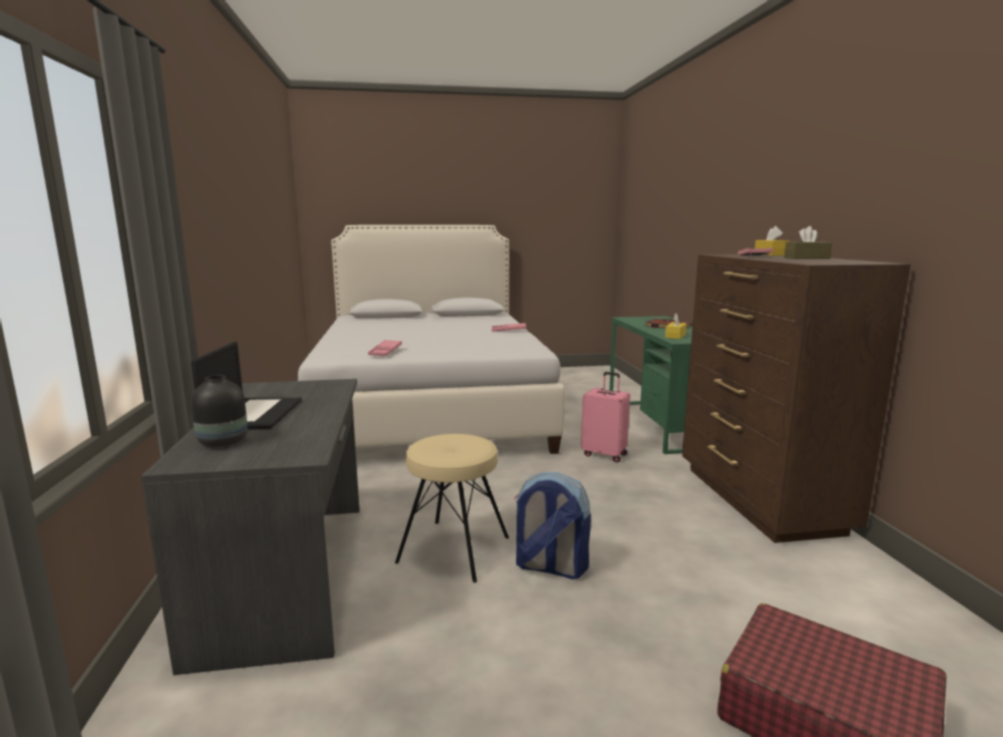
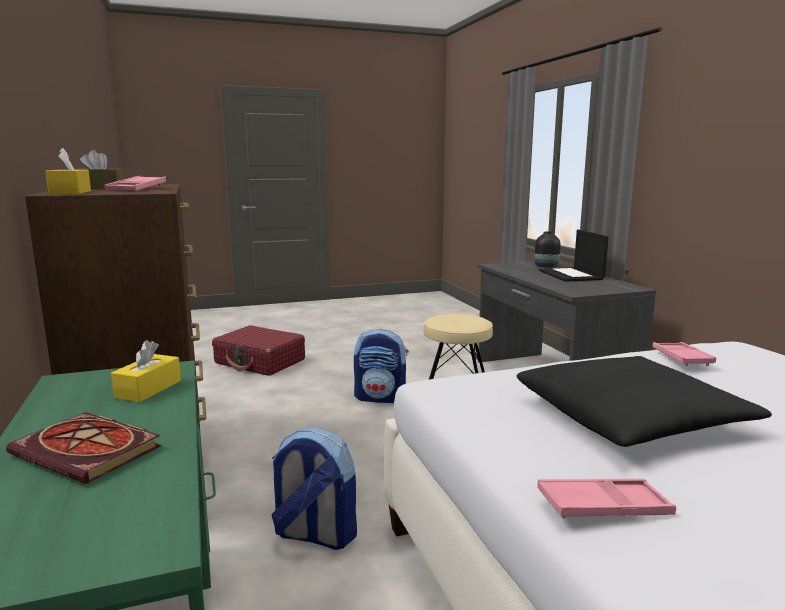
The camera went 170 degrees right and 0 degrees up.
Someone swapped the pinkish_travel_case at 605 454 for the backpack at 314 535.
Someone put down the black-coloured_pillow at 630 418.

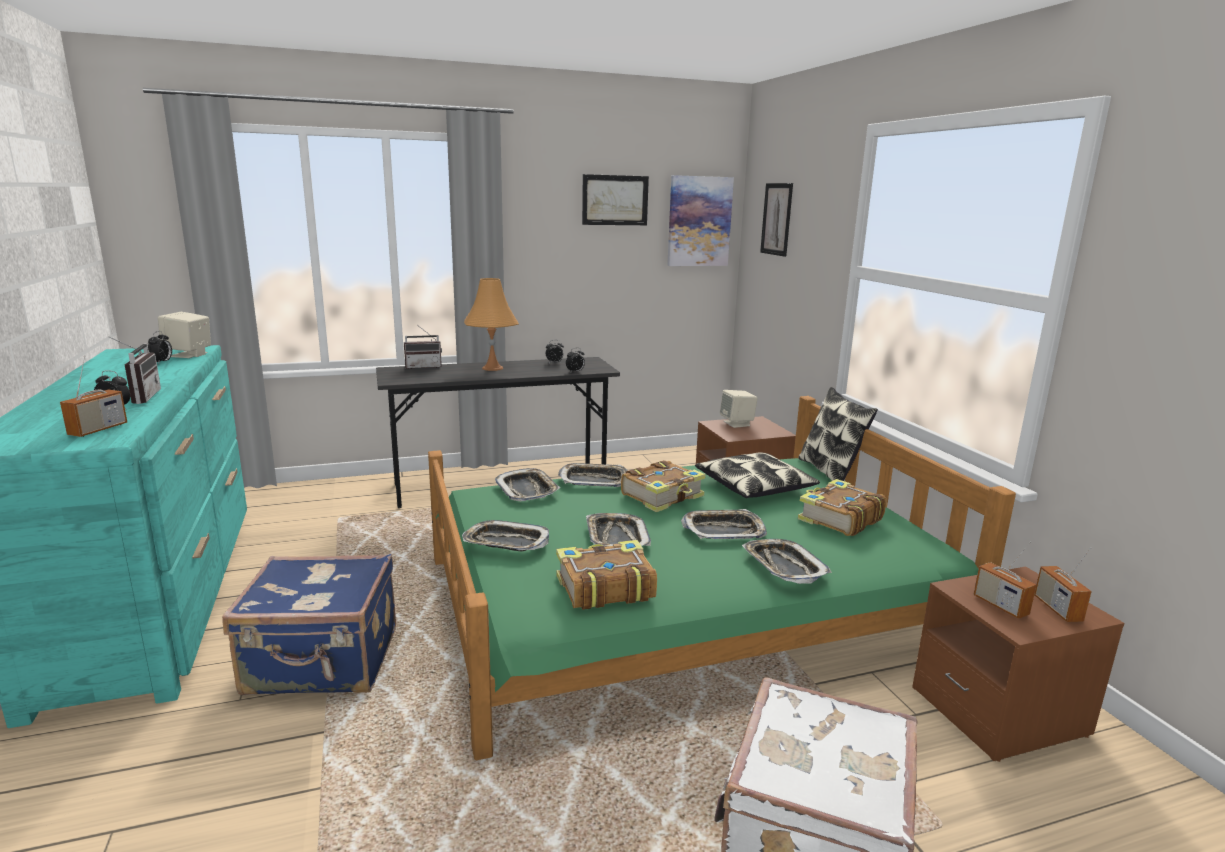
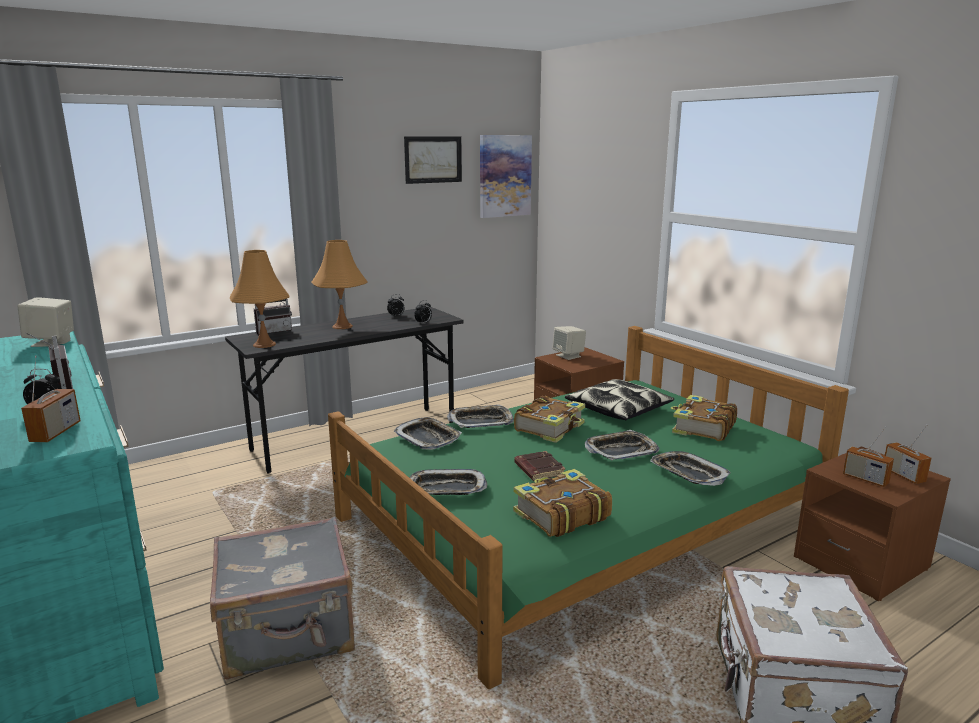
The camera went 15 degrees left and 0 degrees up.
Someone repainted the bluish_travel_case at 323 663, which became the grey_travel_case at 288 633.
Someone put down the orange-coloured_lamp_for_a_table at 264 344.
Someone swapped the carrying_tray at 616 537 for the brown-coloured_volume at 538 470.
Someone took away the table_clock at 162 362.
Someone took away the wall_picture at 776 219.
Someone took away the pillow at 830 472.

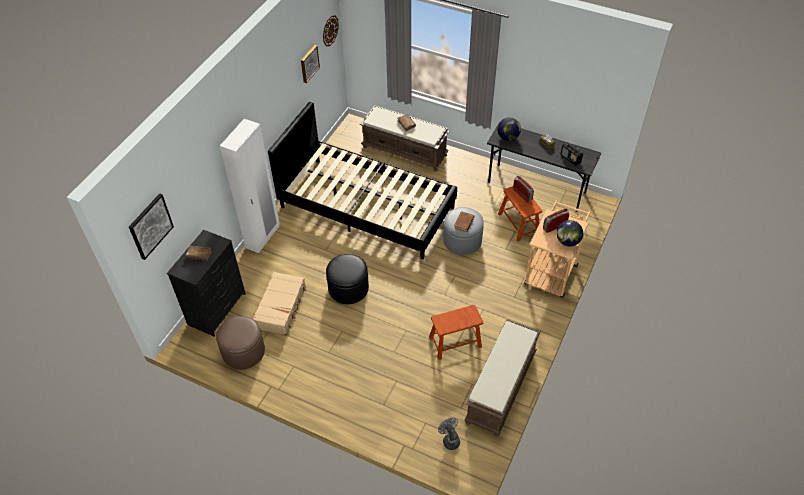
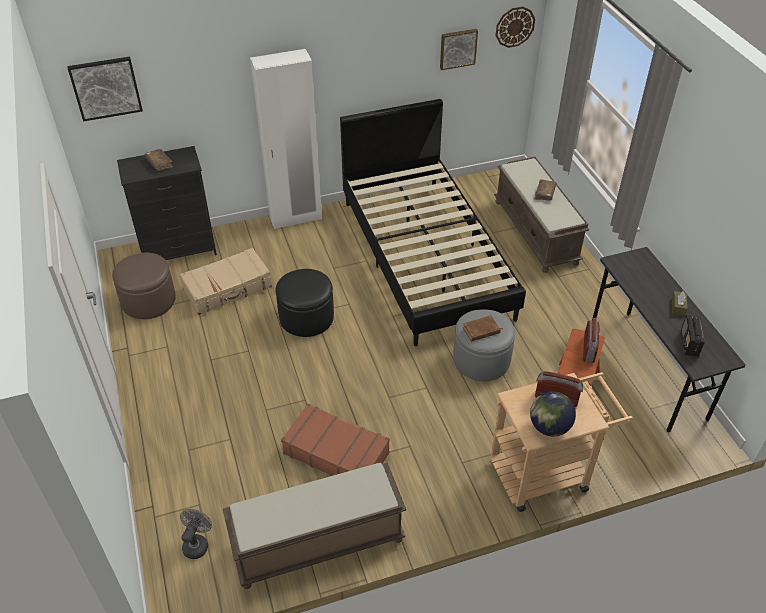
The camera went 45 degrees right and 5 degrees down.
Someone swapped the brown-coloured_sitting_stool at 455 342 for the brown-coloured_travel_case at 336 452.
Someone took away the world_globe at 508 137.

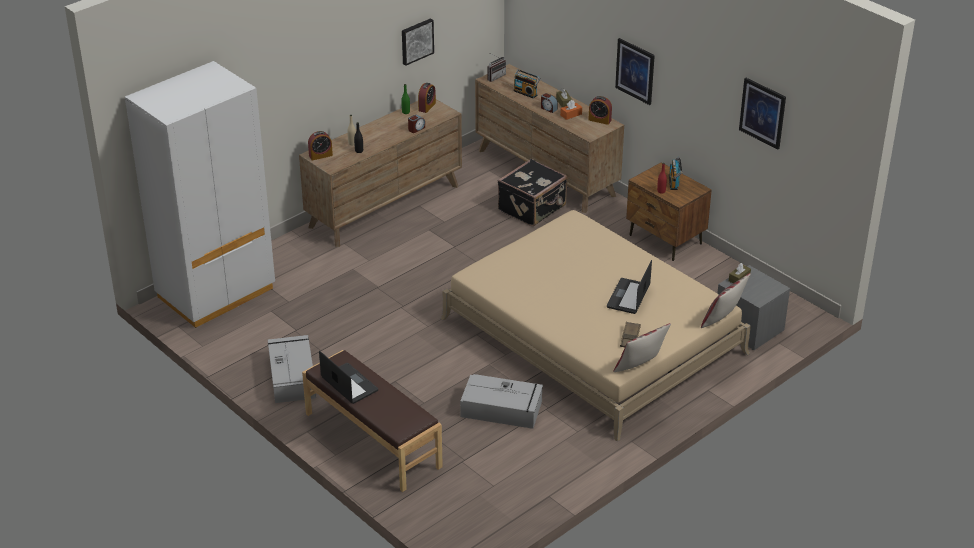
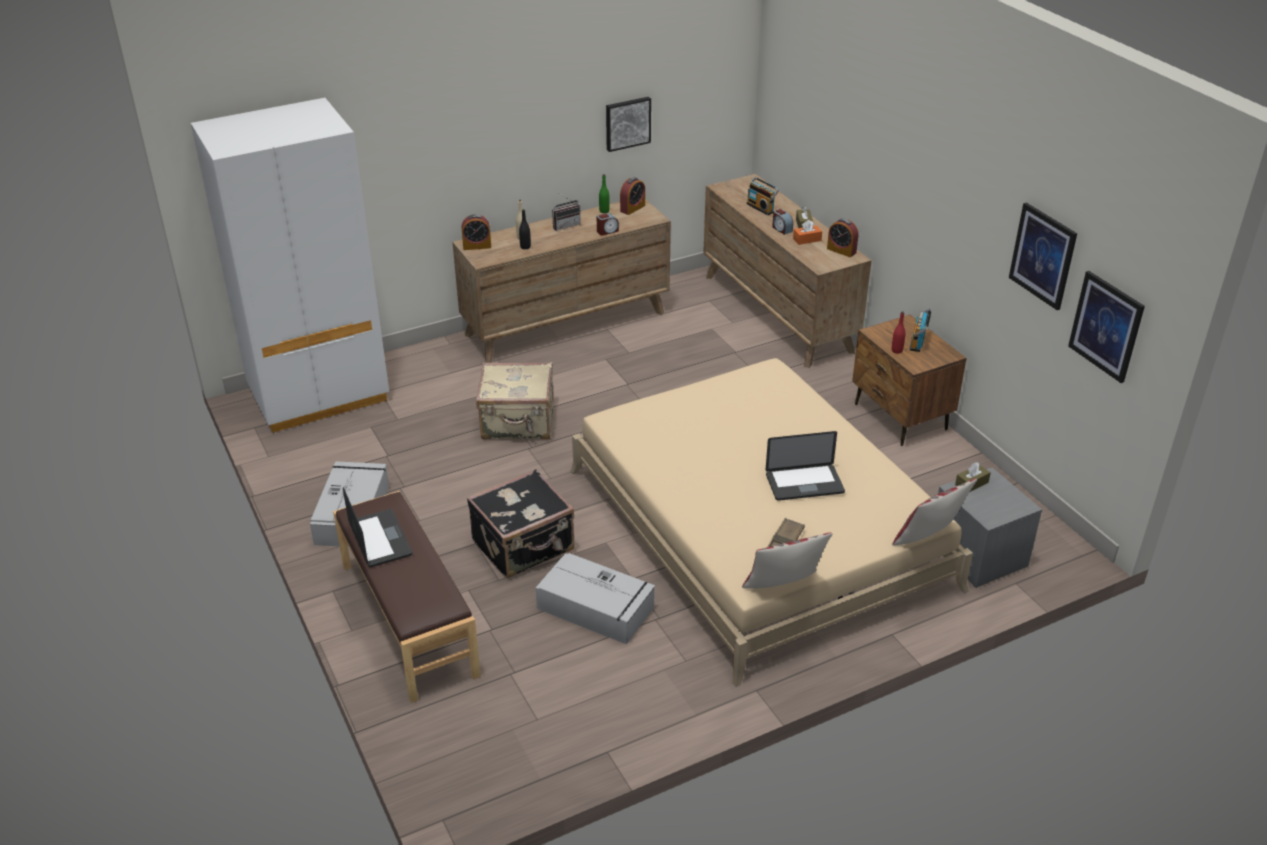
The camera went 15 degrees right and 0 degrees up.
Someone carried the black-coloured_travel_case from 533 208 to 524 546.
Someone put down the beige_travel_case at 518 423.
Someone carried the radio from 495 76 to 565 225.
Someone rotated the portable_computer at 628 297 by 135 degrees counterclockwise.
Someone carried the wall_picture from 635 71 to 1106 326.

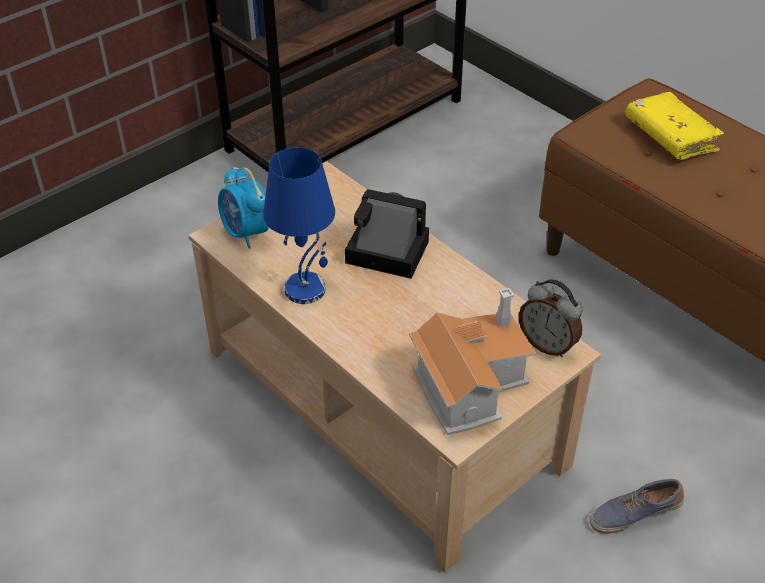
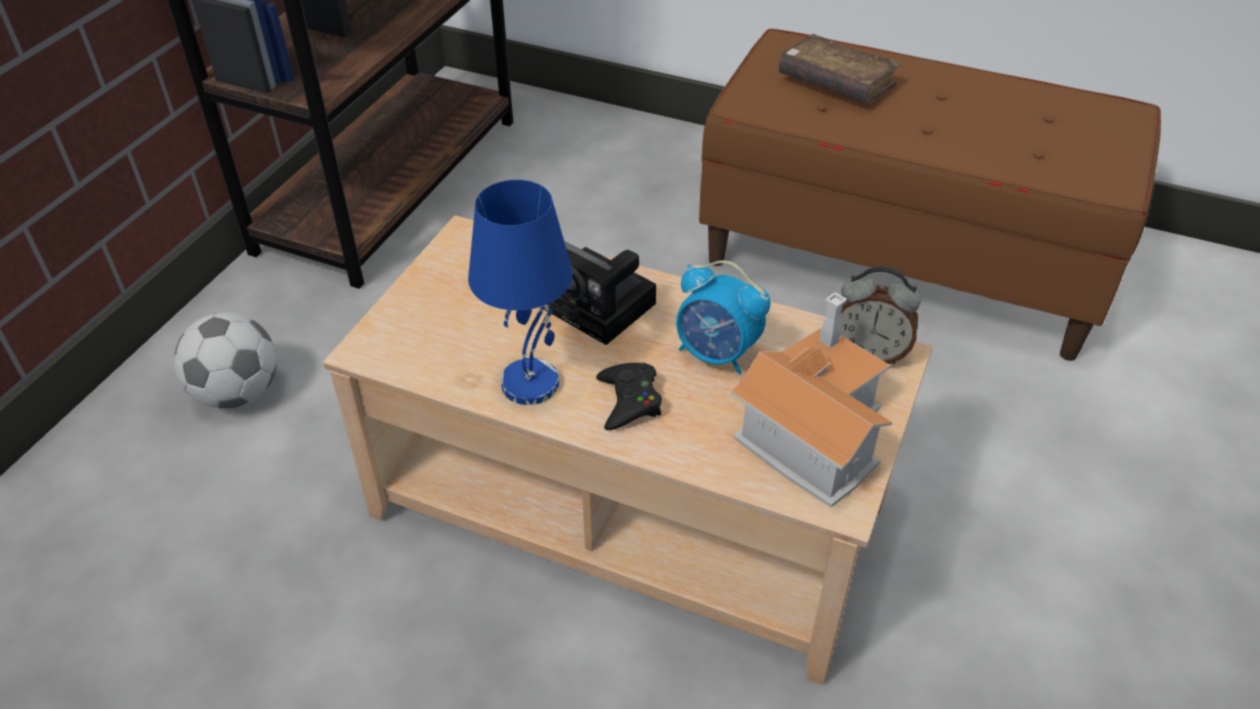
The camera went 25 degrees left and 0 degrees up.
Someone put down the ball_for_football at 238 393.
Someone rotated the photo_camera at 383 252 by 135 degrees counterclockwise.
Someone put down the black-coloured_game_controller at 629 401.
Someone carried the table_clock from 246 233 to 717 354.
Someone repainted the yellow_volume at 670 136, which became the brown-coloured_volume at 836 83.
Someone took away the low_shoe at 634 513.

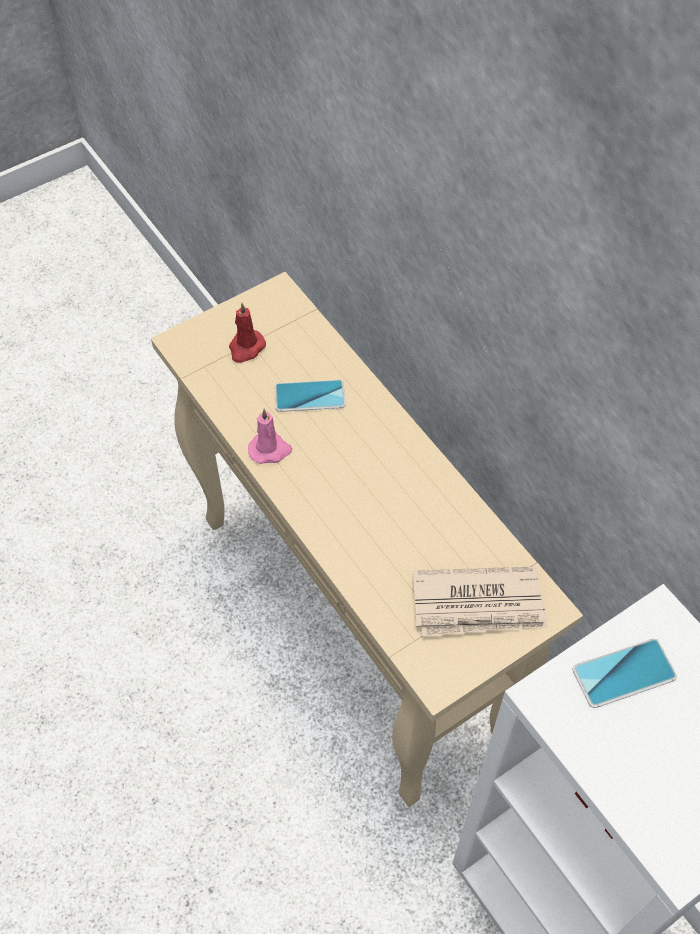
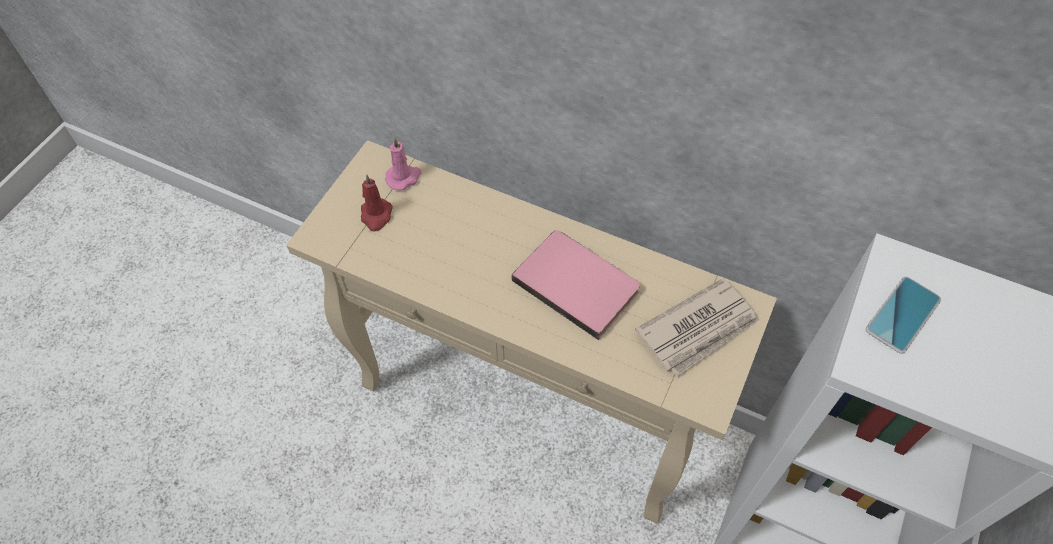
The camera went 30 degrees left and 0 degrees up.
Someone carried the pinkish_wax_candle from 270 450 to 404 177.
Someone put down the pinkish_volume at 578 283.
Someone took away the handset at 309 396.

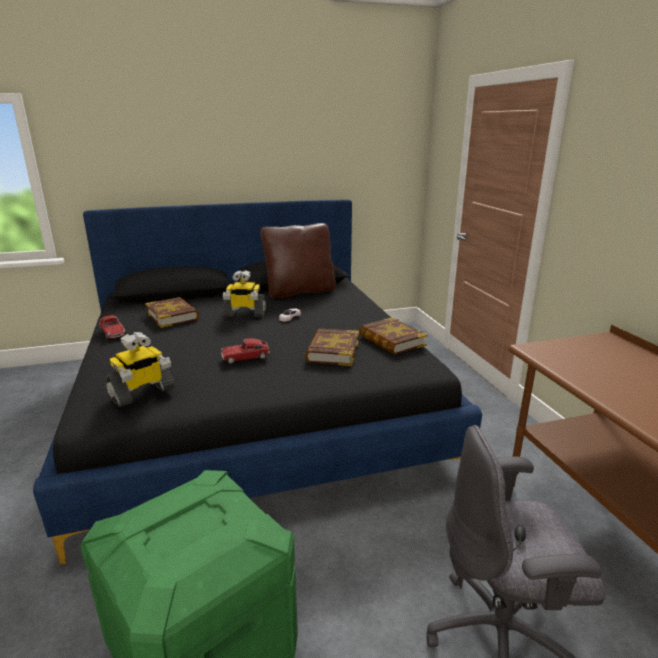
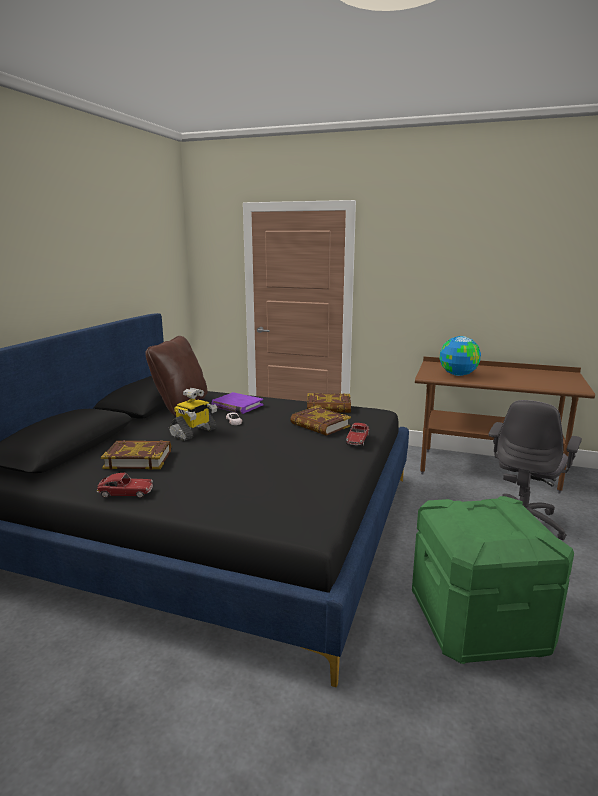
The camera went 55 degrees left and 5 degrees down.
Someone put down the purplish_volume at 237 405.
Someone carried the miniature_car from 245 357 to 357 440.
Someone put down the world_globe at 457 374.
Someone took away the robot_figure at 142 393.

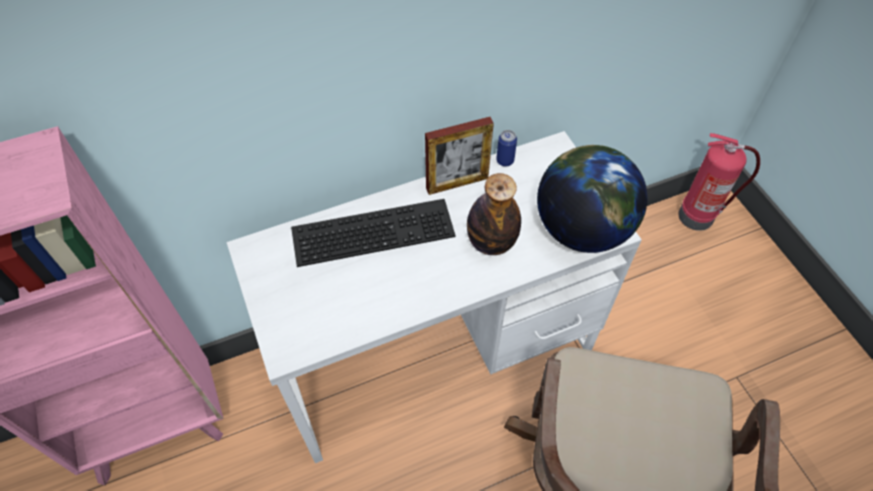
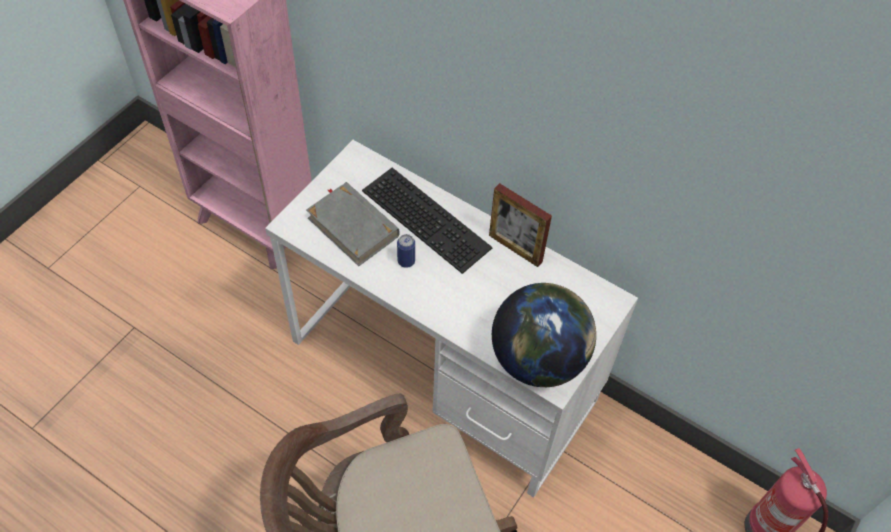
The camera went 55 degrees right and 0 degrees up.
Someone put down the grey_volume at 353 226.
Someone carried the sealed_can from 505 161 to 406 261.
Someone took away the beverage_bottle at 491 242.

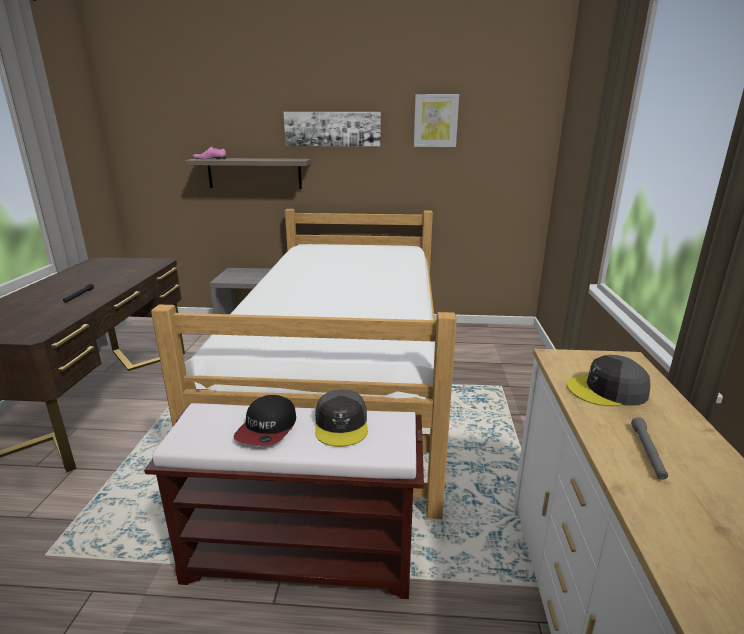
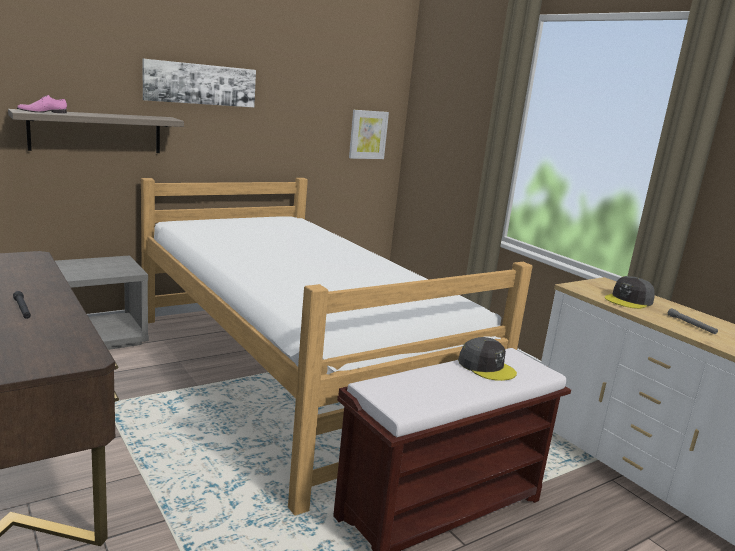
The camera went 40 degrees left and 5 degrees down.
Someone carried the wall_picture from 435 121 to 368 134.
Someone took away the baseball_cap at 267 429.

